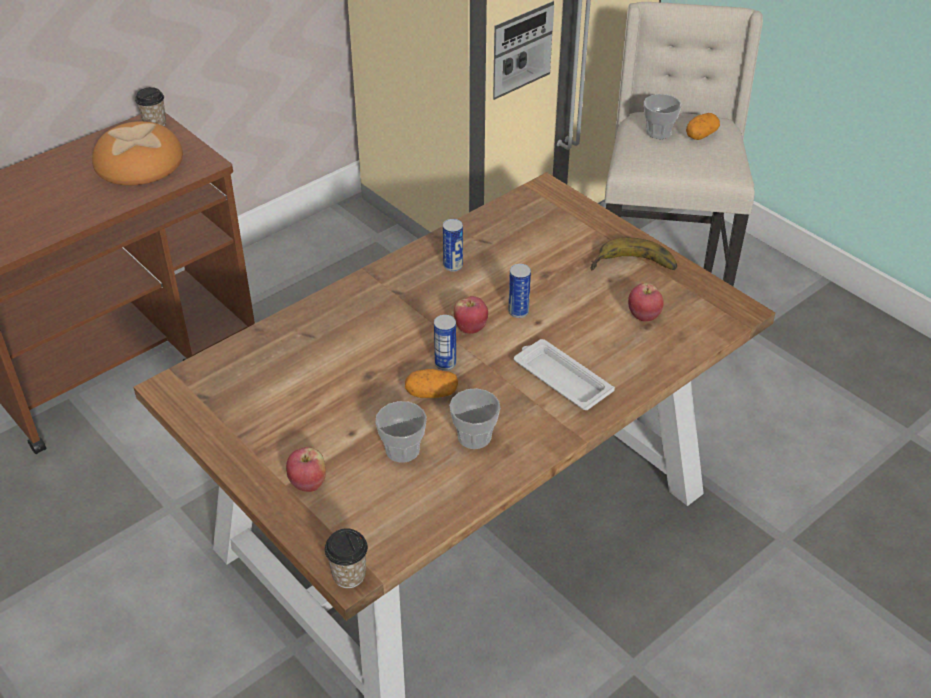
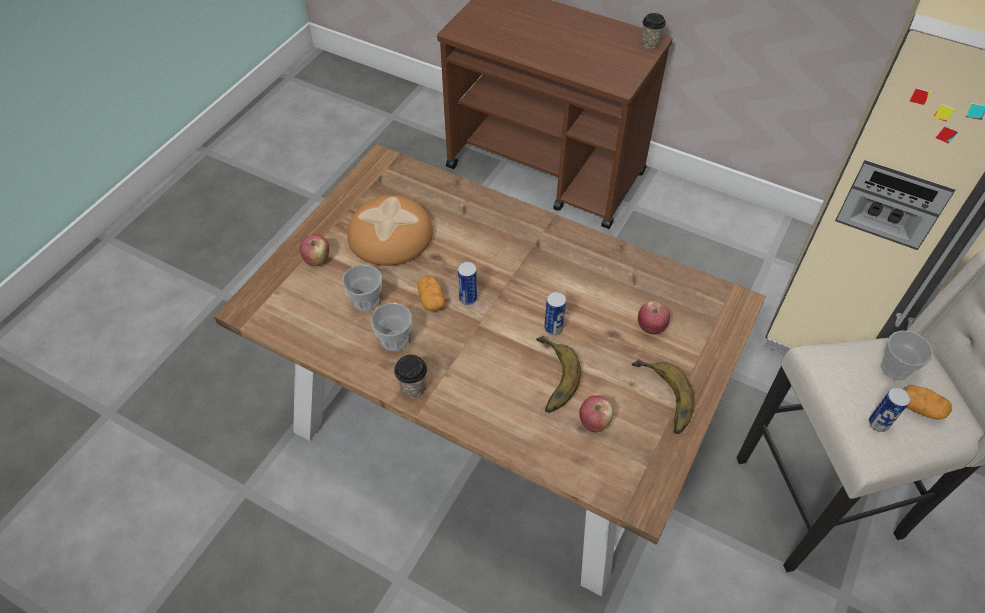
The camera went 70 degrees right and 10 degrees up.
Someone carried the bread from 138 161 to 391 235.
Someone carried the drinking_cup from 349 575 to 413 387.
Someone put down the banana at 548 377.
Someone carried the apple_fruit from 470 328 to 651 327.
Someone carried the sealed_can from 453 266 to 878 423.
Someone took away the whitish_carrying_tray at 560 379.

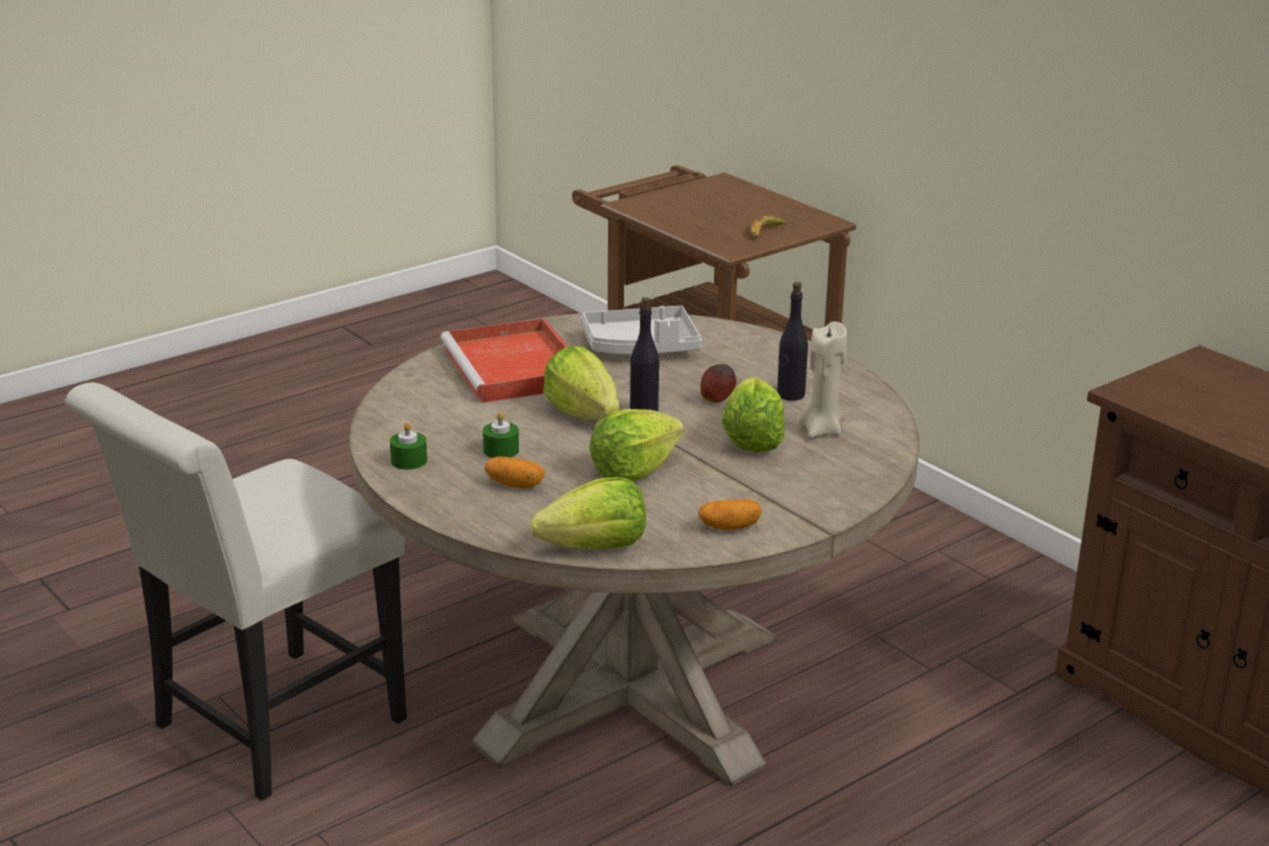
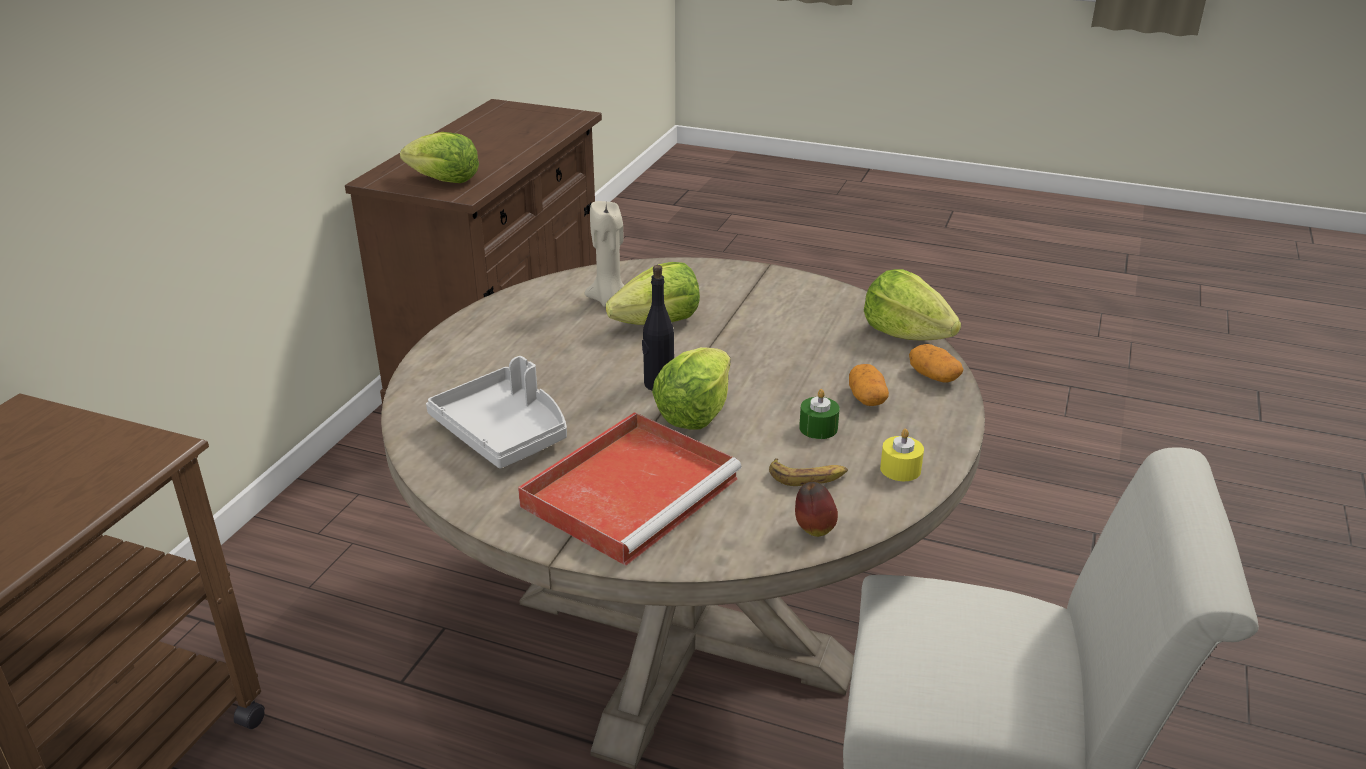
The camera went 120 degrees left and 5 degrees up.
Someone carried the head_of_lettuce from 634 471 to 444 180.
Someone carried the banana from 765 232 to 808 477.
Someone carried the apple_fruit from 717 401 to 813 529.
Someone repainted the greenish_wax_candle at 409 461, which became the yellow_wax_candle at 900 469.
Someone carried the spud from 729 527 to 933 376.
Someone took away the black-coloured_beverage_bottle at 790 395.

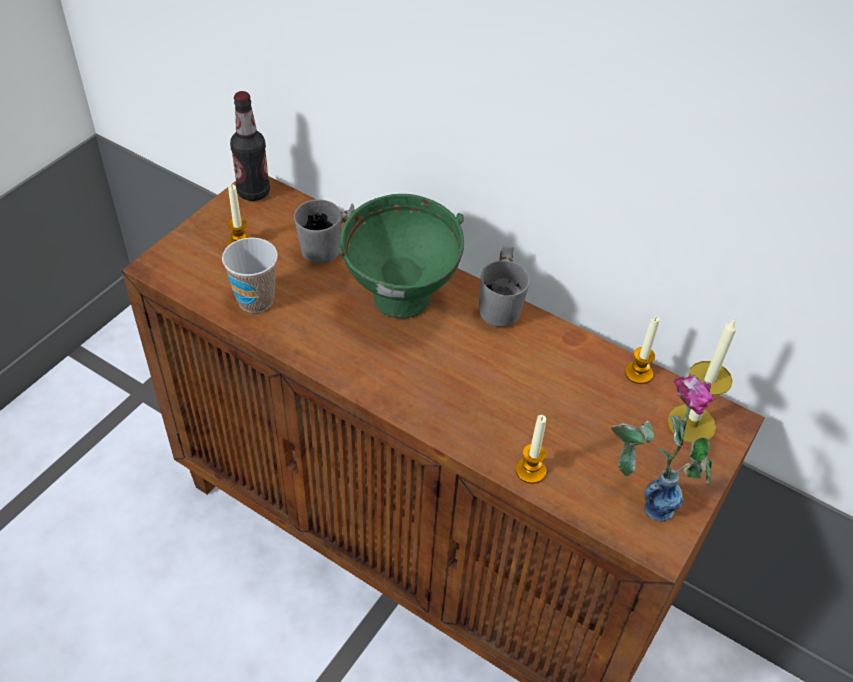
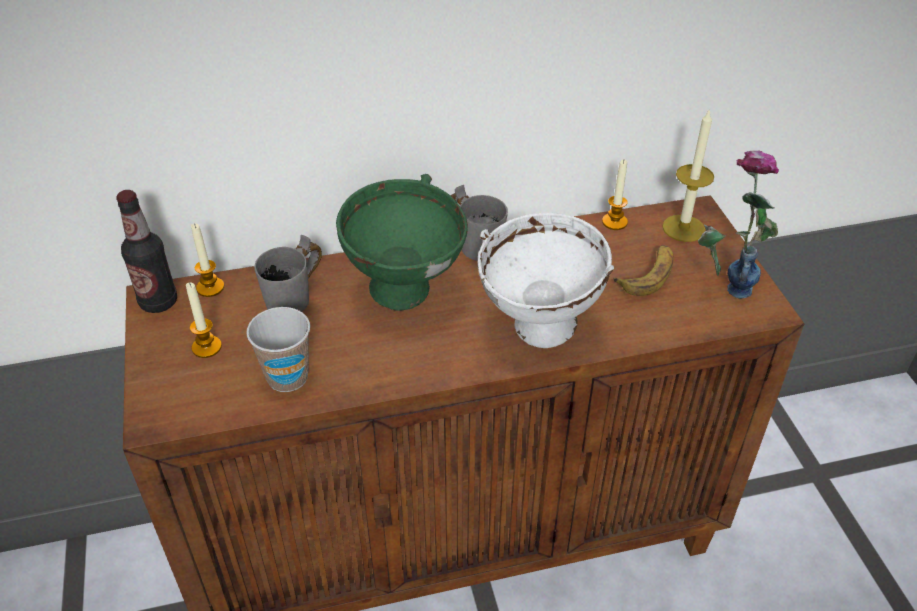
The camera went 45 degrees left and 5 degrees down.
Someone carried the wax_candle from 530 471 to 210 287.
Someone put down the whitish_serving_bowl at 540 332.
Someone put down the banana at 647 275.

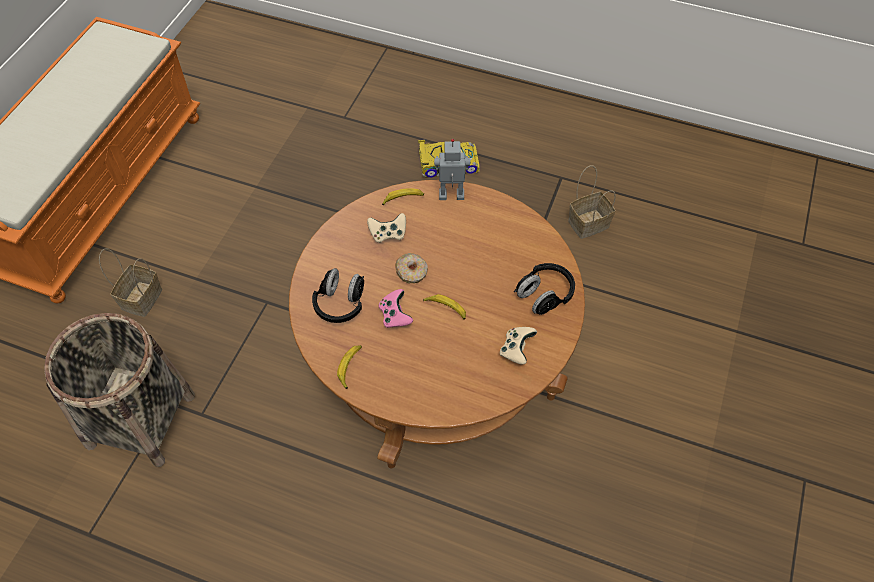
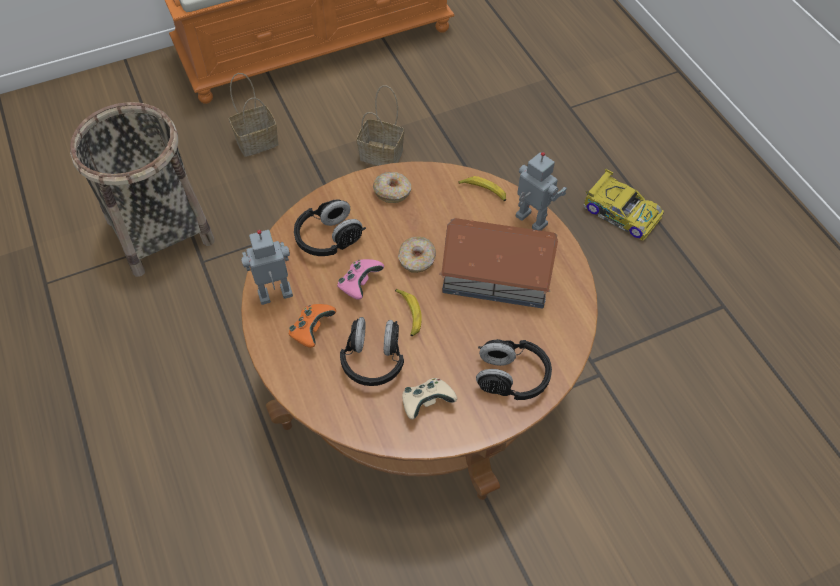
The camera went 45 degrees right and 0 degrees up.
Someone swapped the banana at 350 367 for the robot_figure at 275 296.
Someone put down the orange-coloured_game_controller at 312 330.
Someone put down the black-coloured_headset at 373 360.
Someone carried the storage_basket from 589 223 to 383 154.
Someone put down the donut at 392 191.
Someone put down the model_house at 498 274.
Someone took away the beige_game_controller at 388 234.

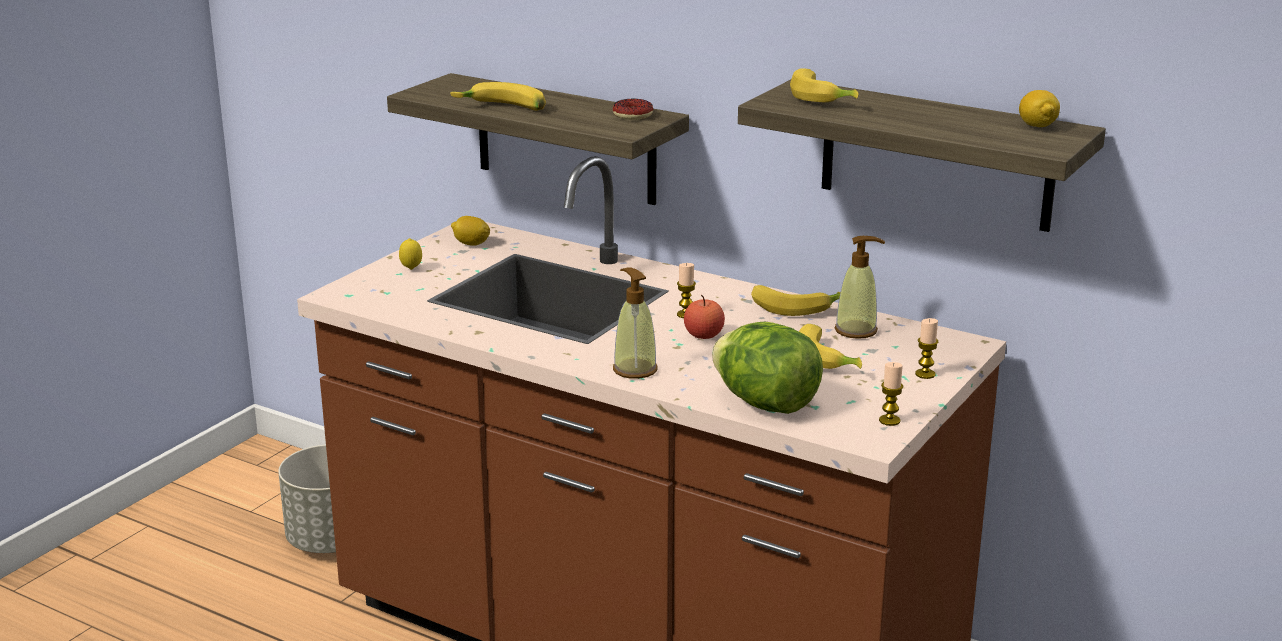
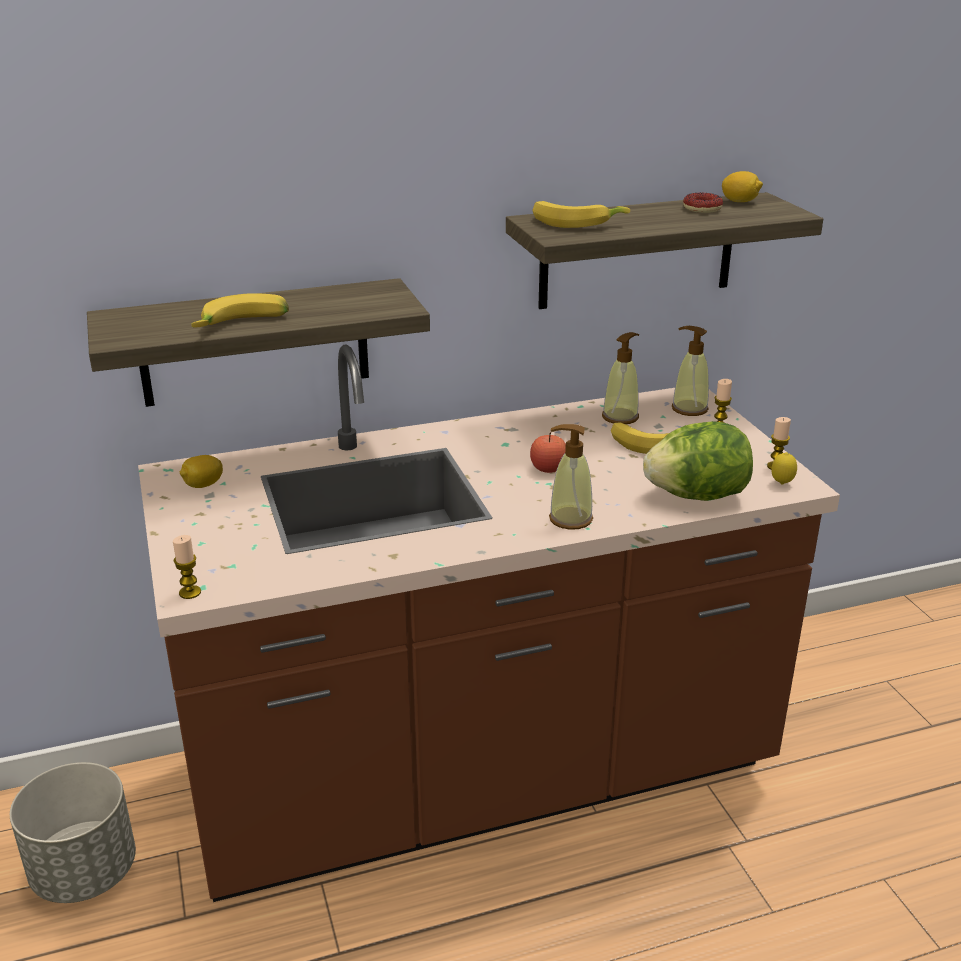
The camera went 50 degrees left and 5 degrees up.
Someone carried the wax_candle from 686 314 to 190 592.
Someone put down the liquid_soap_bottle at 689 409.
Someone carried the donut from 632 115 to 702 208.
Someone carried the lemon from 411 269 to 781 484.
Someone took away the banana at 796 307.

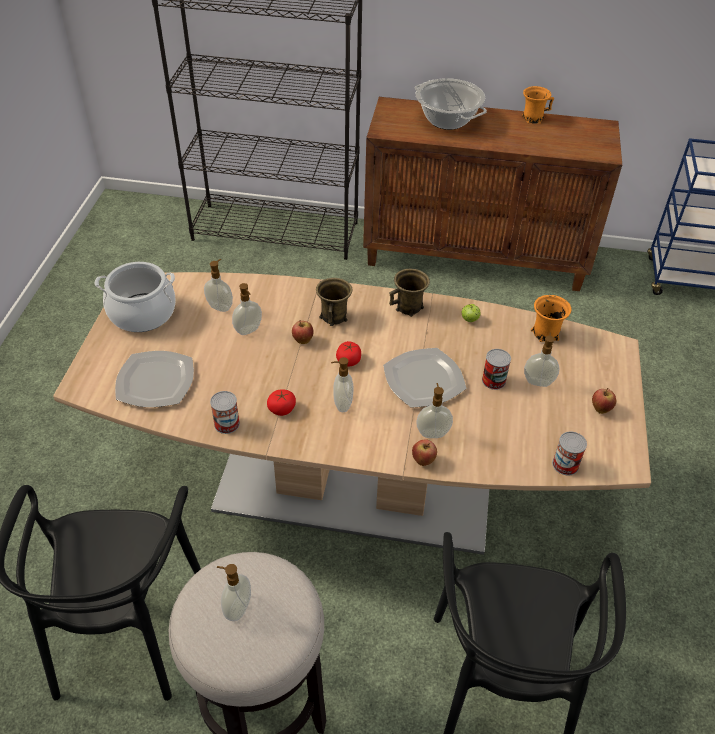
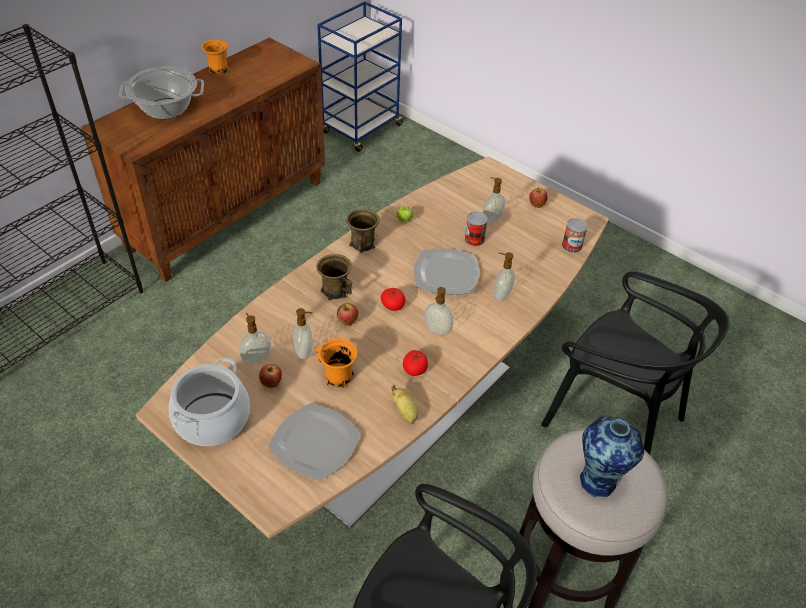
The camera went 60 degrees left and 0 degrees up.
Someone carried the apple_fruit from 423 461 to 271 384.
Someone carried the orange-coloured_mug from 545 333 to 338 377.
Someone swapped the sealed_can at 226 424 for the banana at 405 412.
Someone swapped the liquid_soap_bottle at 237 608 for the decorative_vase at 598 480.

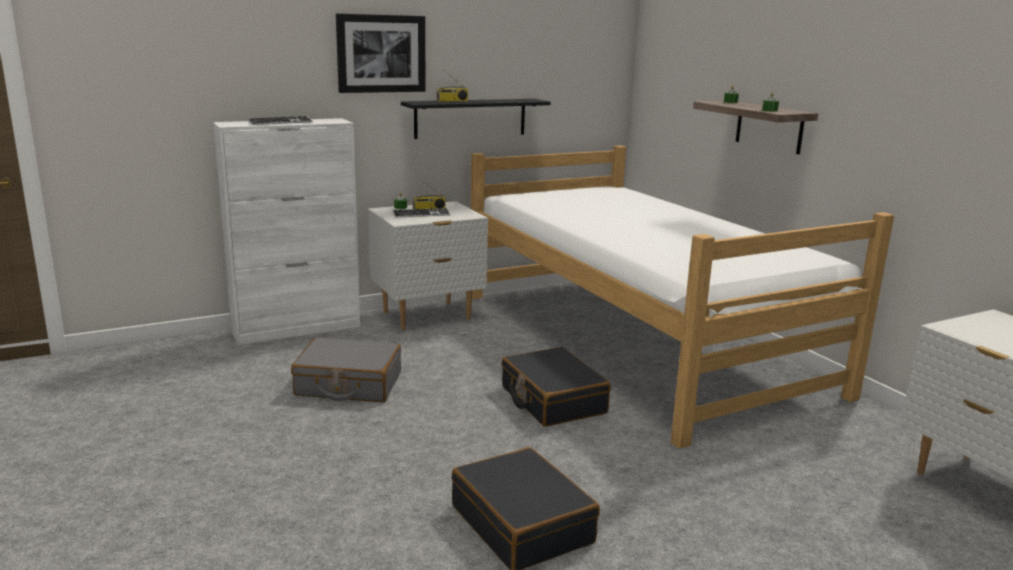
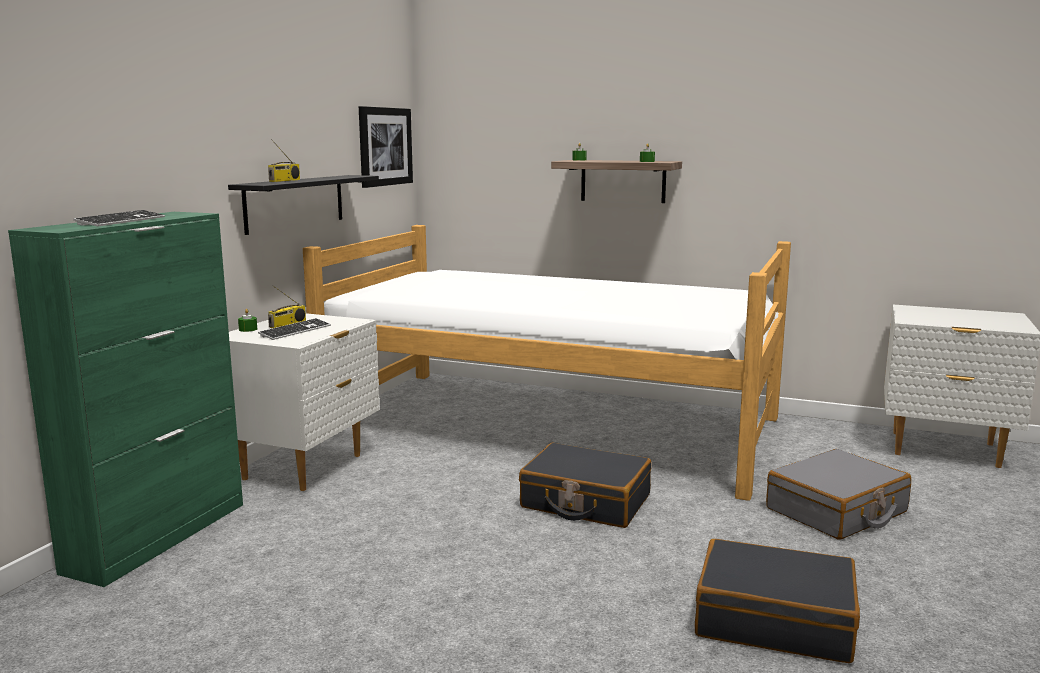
The camera went 40 degrees left and 5 degrees down.
Someone repainted the whitish_cabinet at 297 329, which became the greenish_cabinet at 159 536.
Someone carried the wall_picture from 381 53 to 385 146.
Someone carried the grey_travel_case from 348 384 to 837 511.

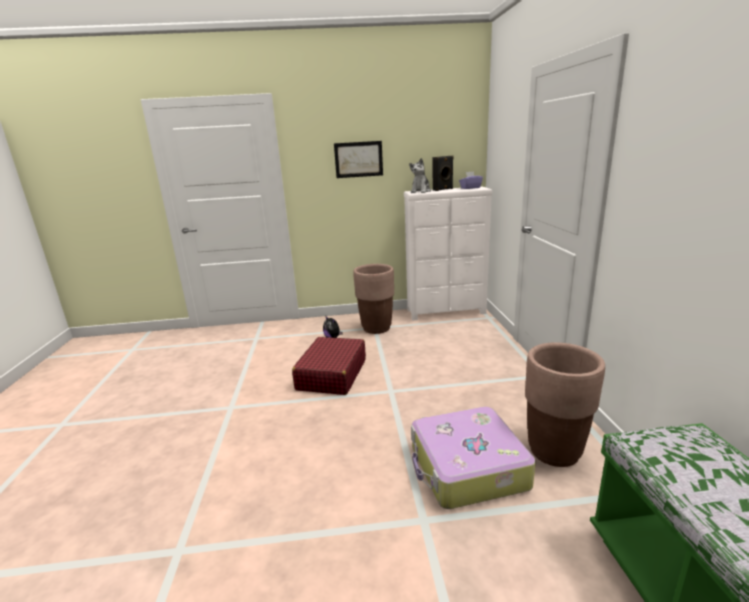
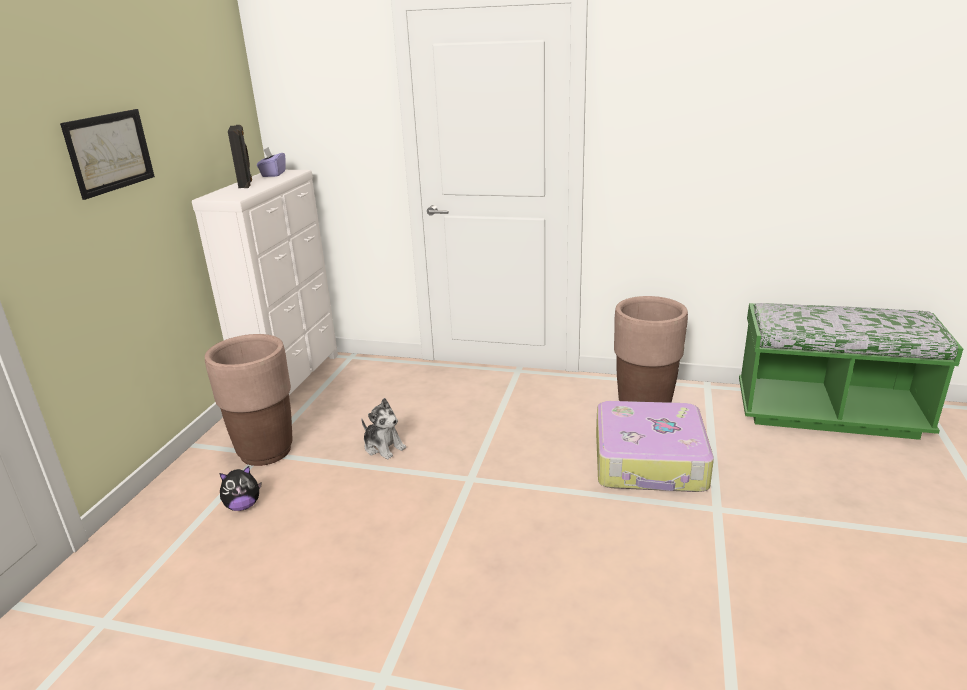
The camera went 70 degrees left and 5 degrees up.
Someone carried the cuddly_toy from 420 191 to 383 447.
Someone took away the reddish_travel_case at 331 375.

